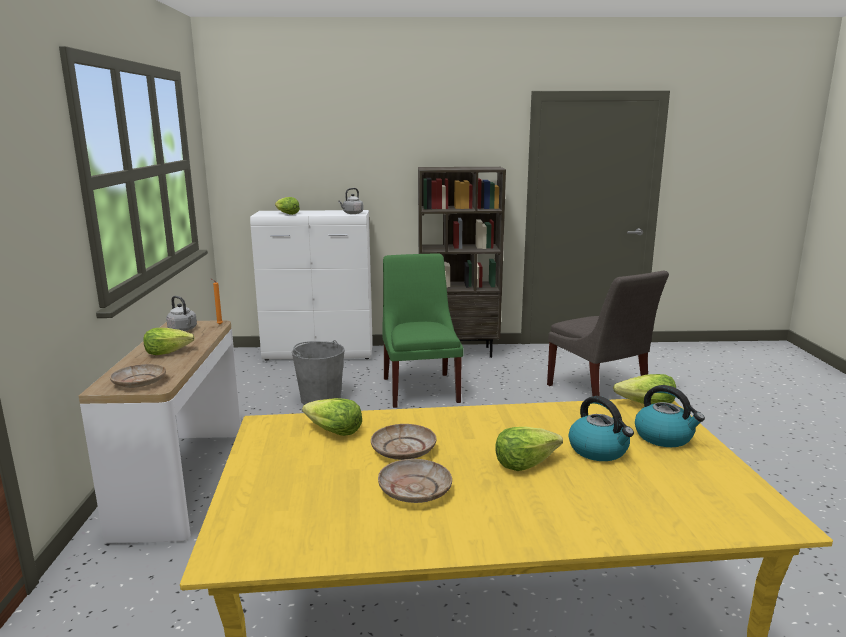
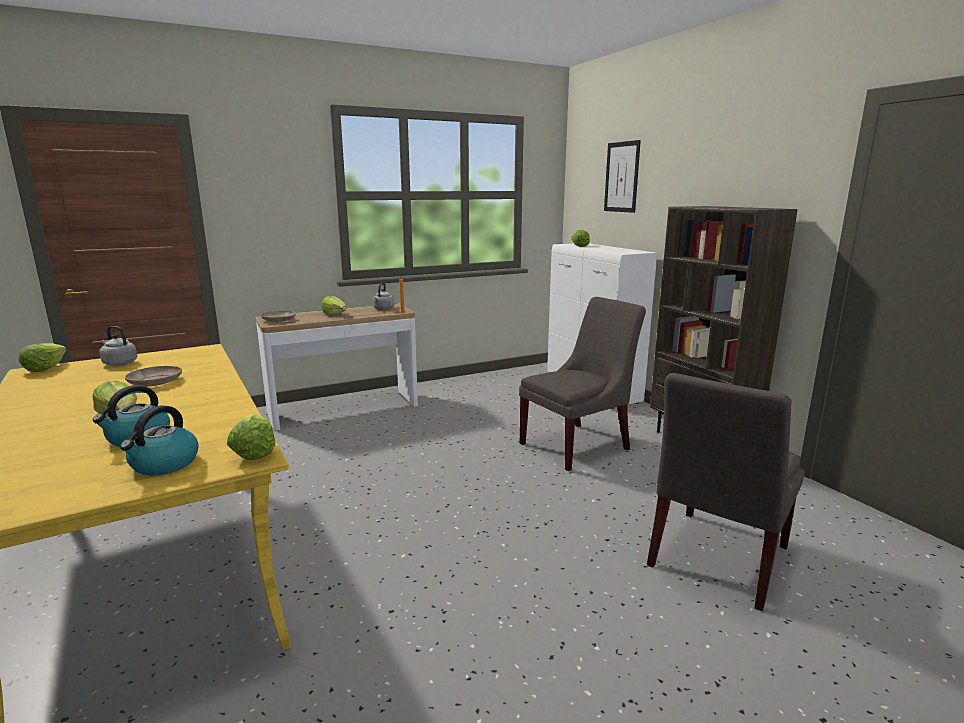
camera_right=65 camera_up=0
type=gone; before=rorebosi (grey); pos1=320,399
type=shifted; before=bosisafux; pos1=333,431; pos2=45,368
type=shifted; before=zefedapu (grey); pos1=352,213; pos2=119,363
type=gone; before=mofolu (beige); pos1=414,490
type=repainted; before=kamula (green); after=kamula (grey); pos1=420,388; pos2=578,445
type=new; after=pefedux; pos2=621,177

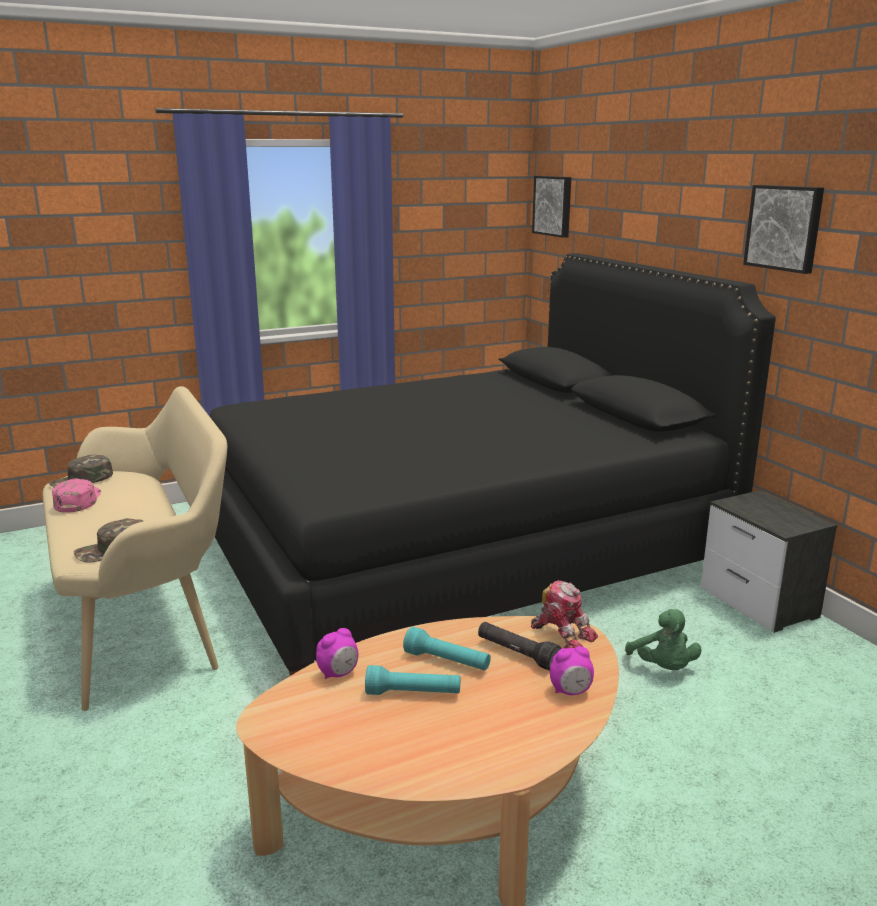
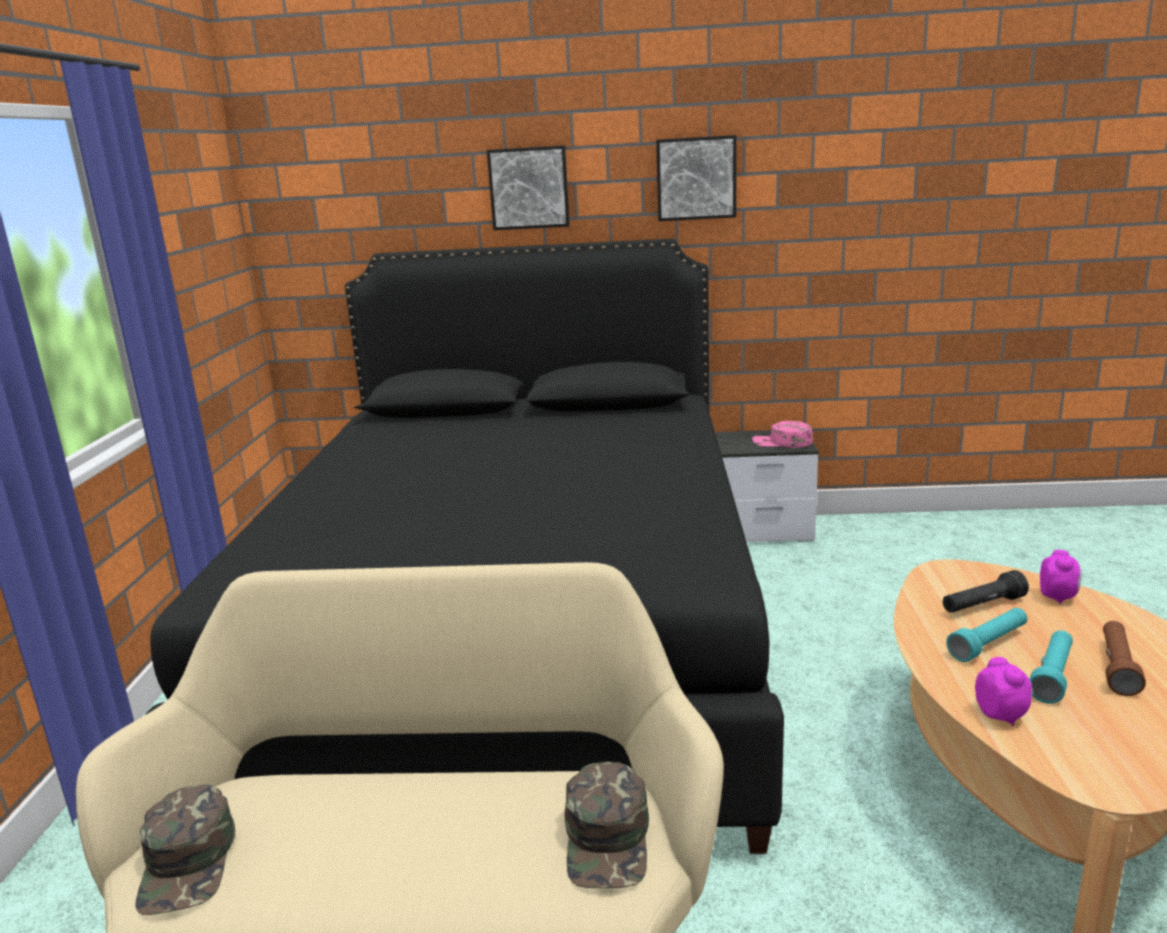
camera_right=-60 camera_up=0
type=shifted; before=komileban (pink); pos1=77,501; pos2=782,442
type=gone; before=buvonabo; pos1=563,635
type=shifted; before=pefedux; pos1=553,206; pos2=529,188
type=gone; before=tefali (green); pos1=663,668
type=new; after=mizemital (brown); pos2=1117,667

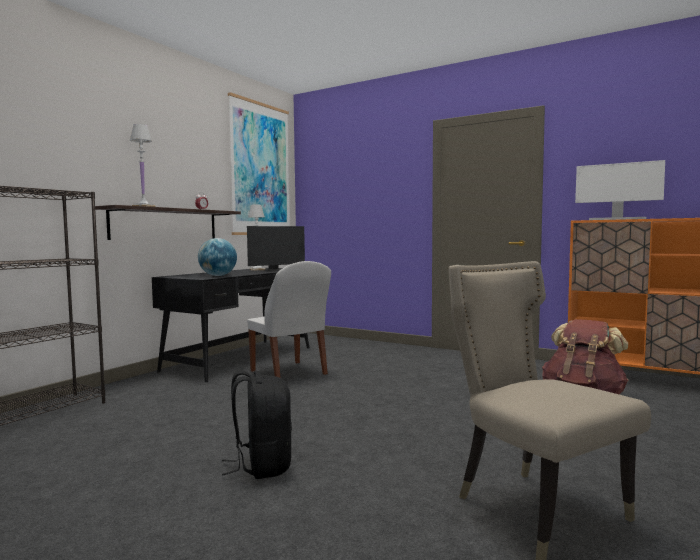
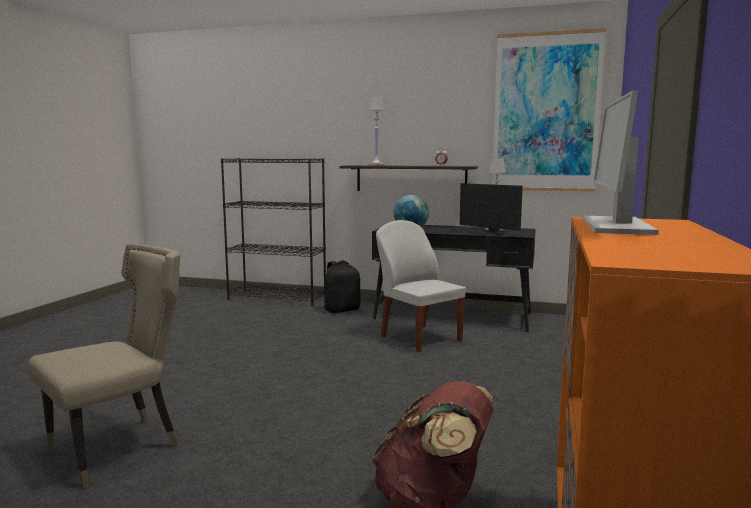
camera_right=75 camera_up=5
type=shifted; before=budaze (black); pos1=261,465; pos2=342,310
type=rotated; before=kamula (white); pos1=289,373; pos2=419,338; turn=105

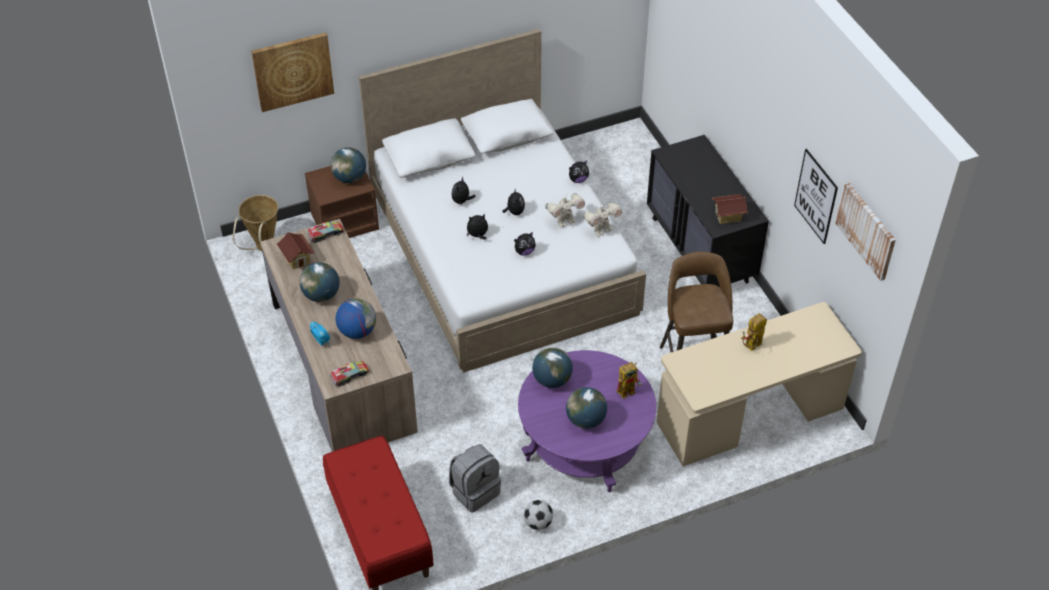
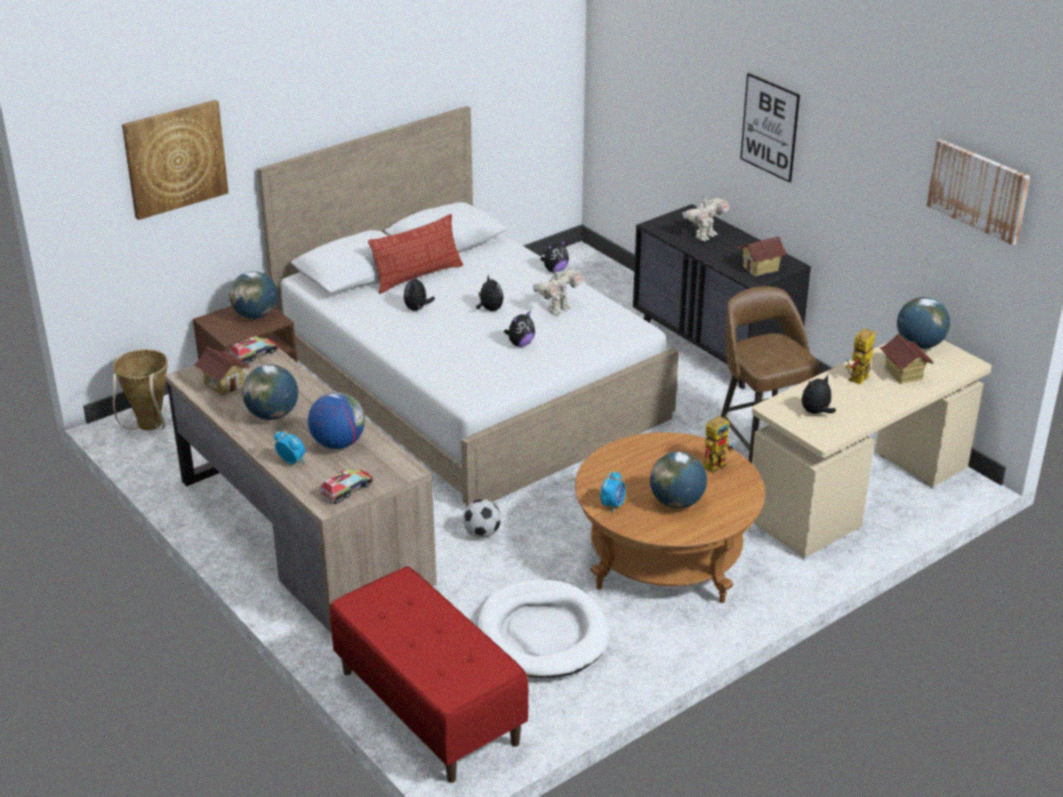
camera_right=-15 camera_up=-15
type=swapped; before=budaze (grey); after=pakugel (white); pos1=475,490; pos2=542,634
type=shifted; before=tefali; pos1=478,235; pos2=816,412
type=repainted; before=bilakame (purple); after=bilakame (brown); pos1=585,442; pos2=665,556
type=shifted; before=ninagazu; pos1=538,523; pos2=482,534
type=shifted; before=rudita; pos1=552,380; pos2=920,345
type=shifted; before=buvonabo; pos1=601,230; pos2=704,236
type=shifted; before=pefedux; pos1=816,196; pos2=769,127
type=new; after=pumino; pos2=417,276
type=new; after=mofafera; pos2=612,505
type=new; after=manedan; pos2=903,374

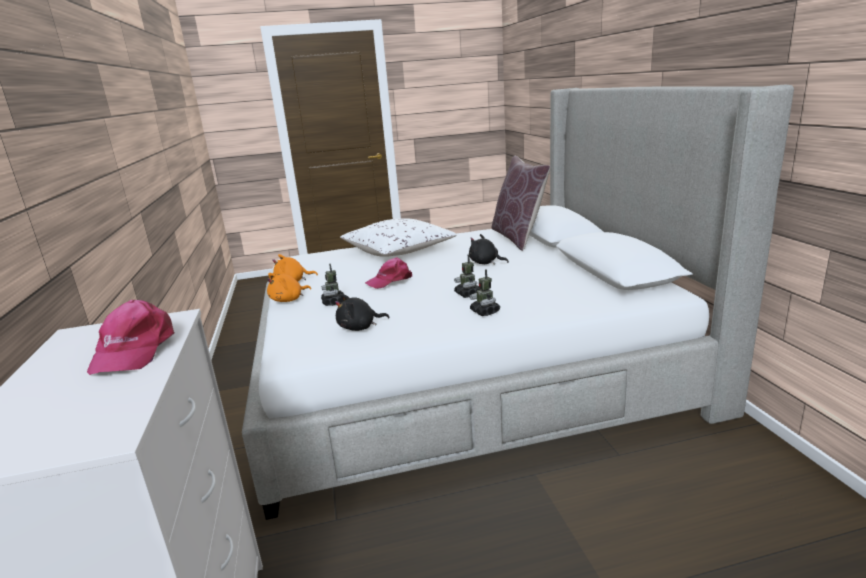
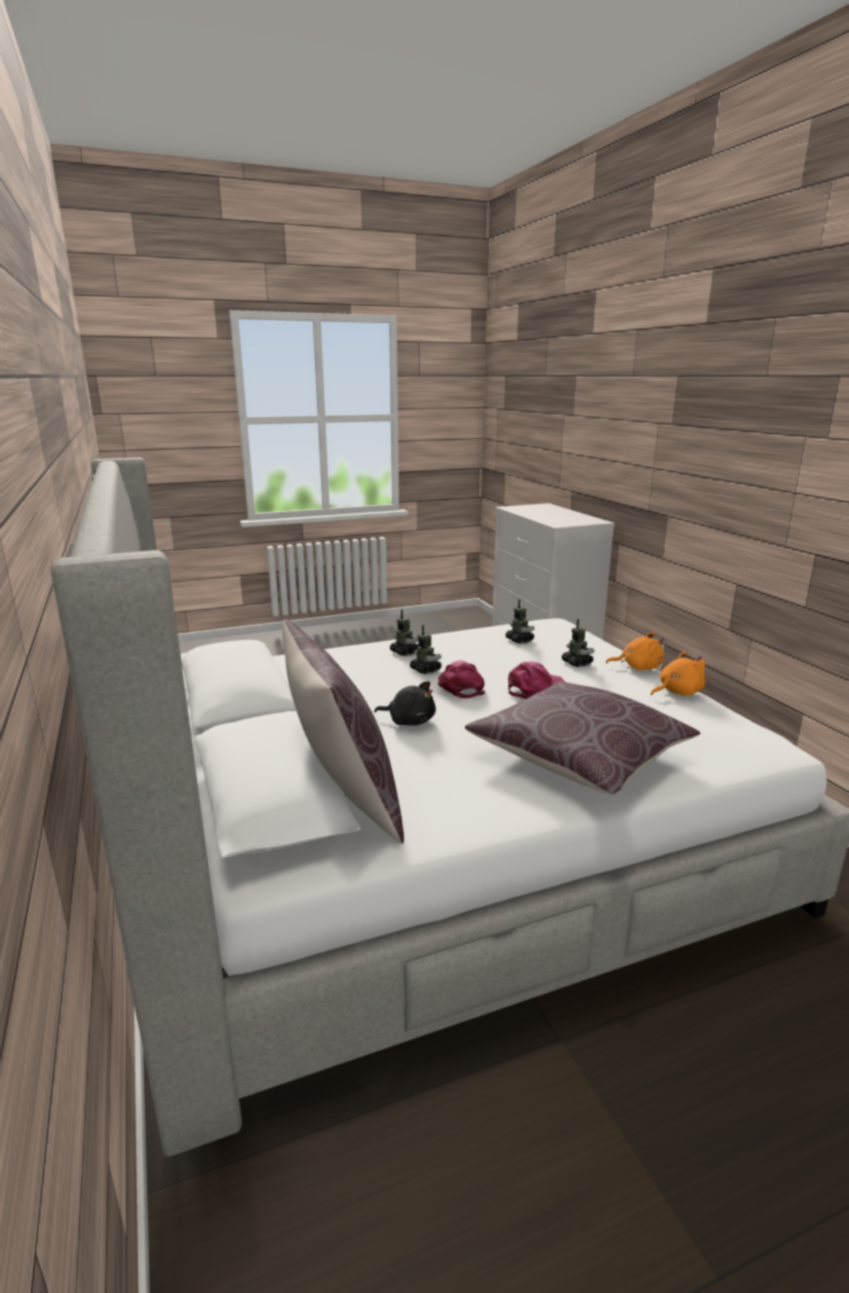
camera_right=170 camera_up=0
type=shifted; before=komileban (pink); pos1=134,350; pos2=460,686
type=rotated; before=tefali (orange); pos1=288,300; pos2=638,667; turn=60
type=swapped; before=tefali (black); after=buvonabo; pos1=359,327; pos2=519,640
type=repainted; before=pumino (white); after=pumino (brown); pos1=398,251; pos2=579,757

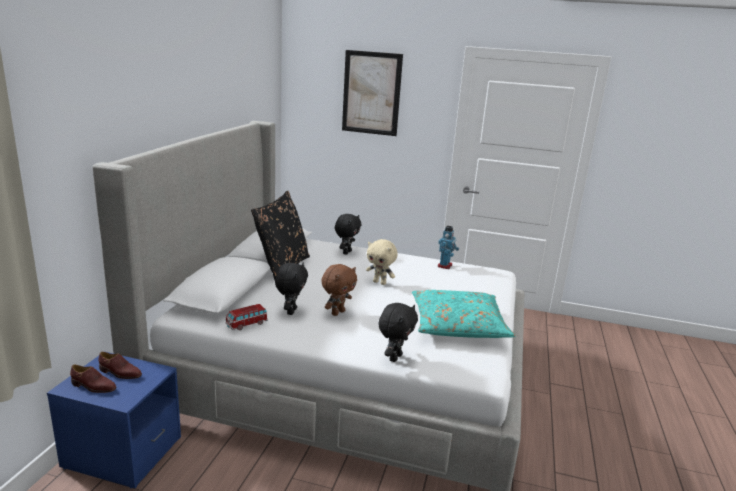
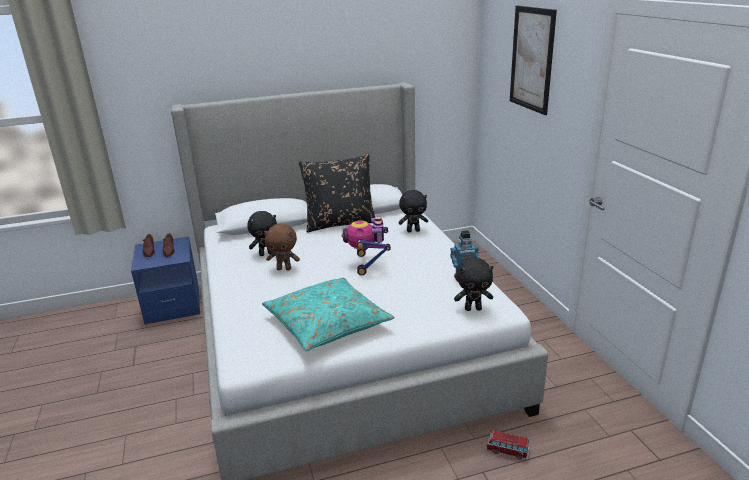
camera_right=60 camera_up=5
type=shifted; before=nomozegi; pos1=247,324; pos2=507,451
type=swapped; before=tefali (beige); after=buvonabo; pos1=380,282; pos2=368,264
type=shifted; before=tefali (black); pos1=394,357; pos2=473,308

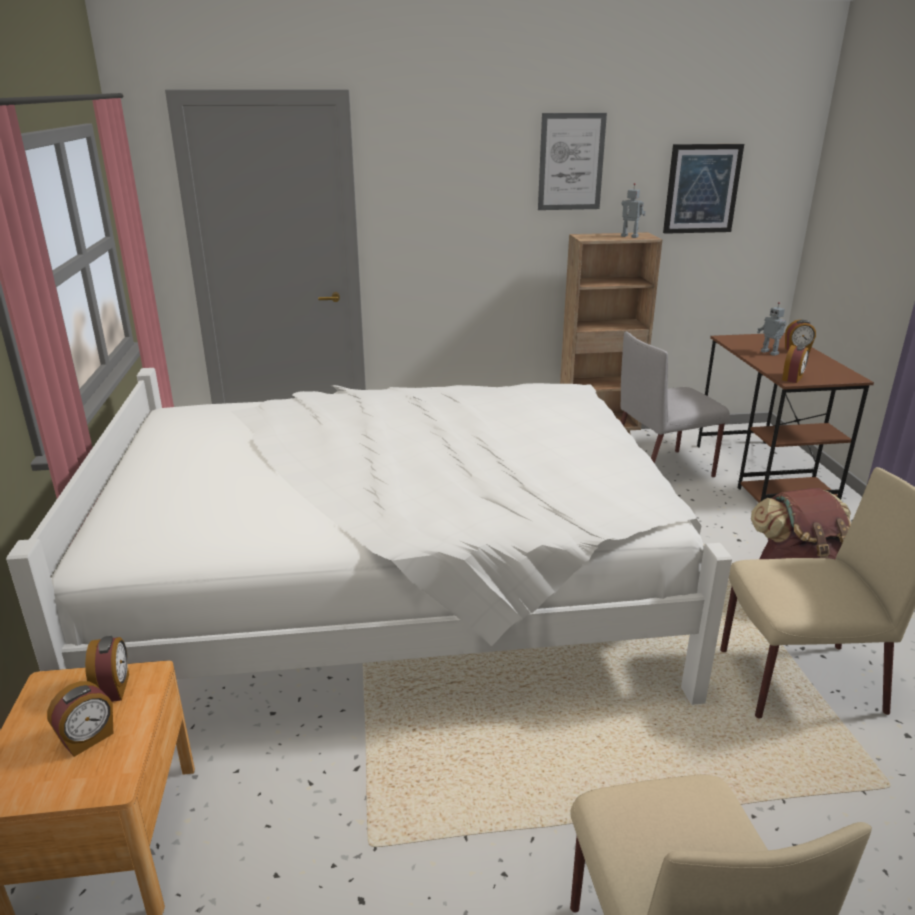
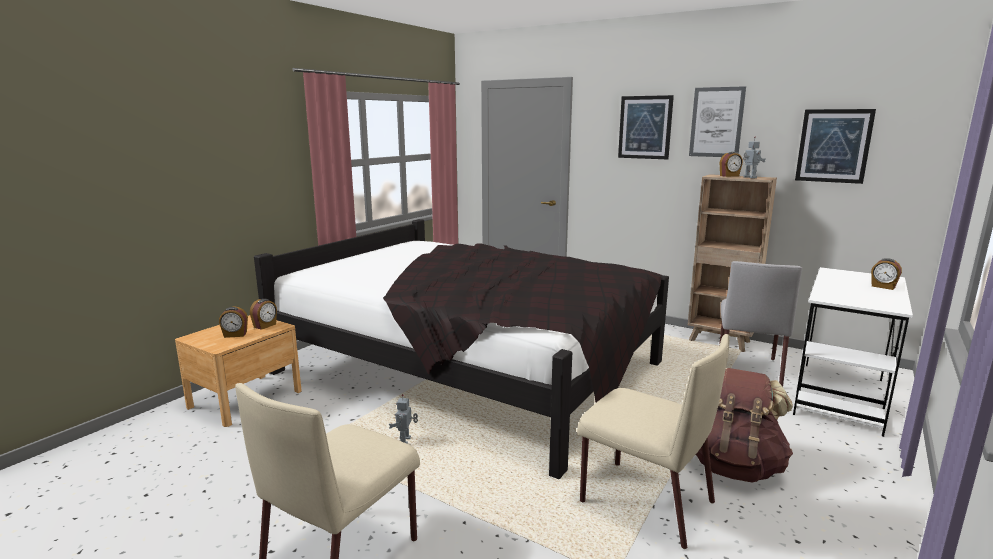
camera_right=40 camera_up=-10
type=repainted; before=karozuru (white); after=karozuru (black); pos1=394,593; pos2=472,367
type=rotated; before=kamula (grey); pos1=662,470; pos2=748,368; turn=-90
type=repainted; before=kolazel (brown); after=kolazel (white); pos1=763,474; pos2=840,396
type=shifted; before=buvonabo; pos1=770,353; pos2=406,442
type=shifted; before=mofafera; pos1=792,378; pos2=729,176
type=new; after=pefedux; pos2=645,127

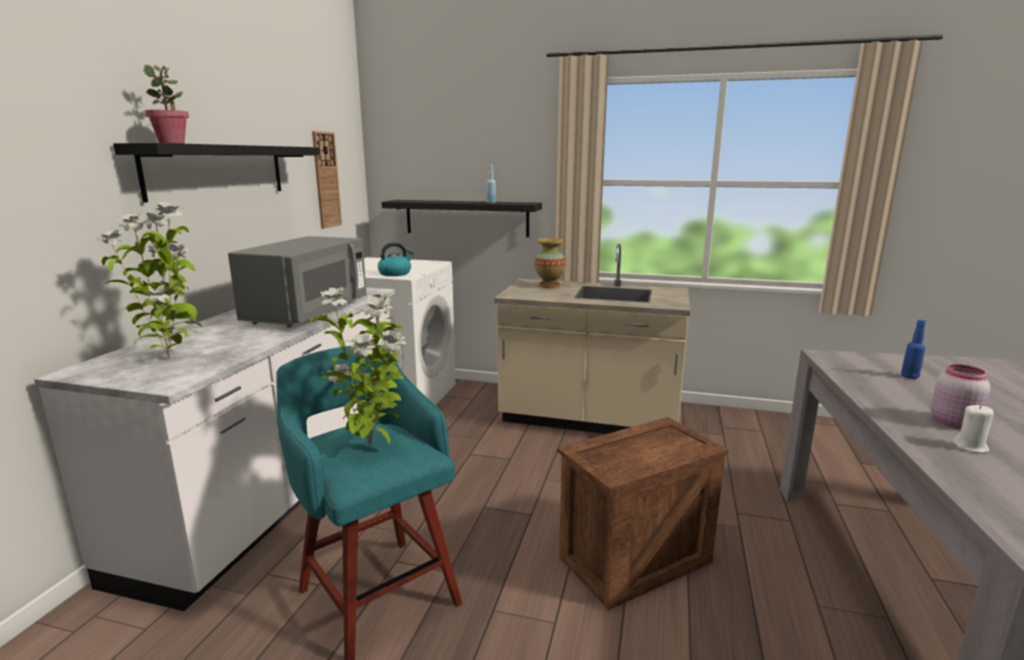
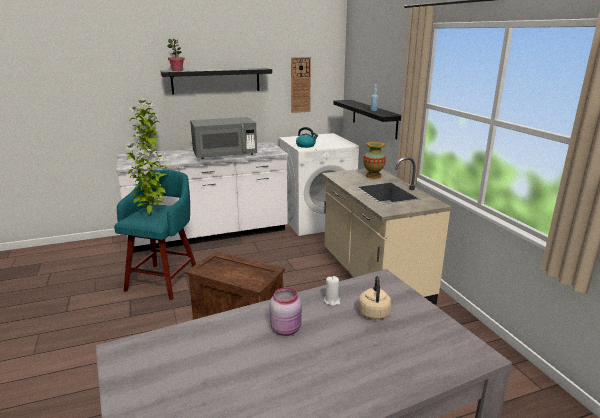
camera_right=55 camera_up=5
type=swapped; before=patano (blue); after=zefedapu (beige); pos1=909,376; pos2=373,312
type=shifted; before=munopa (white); pos1=970,447; pos2=332,301

